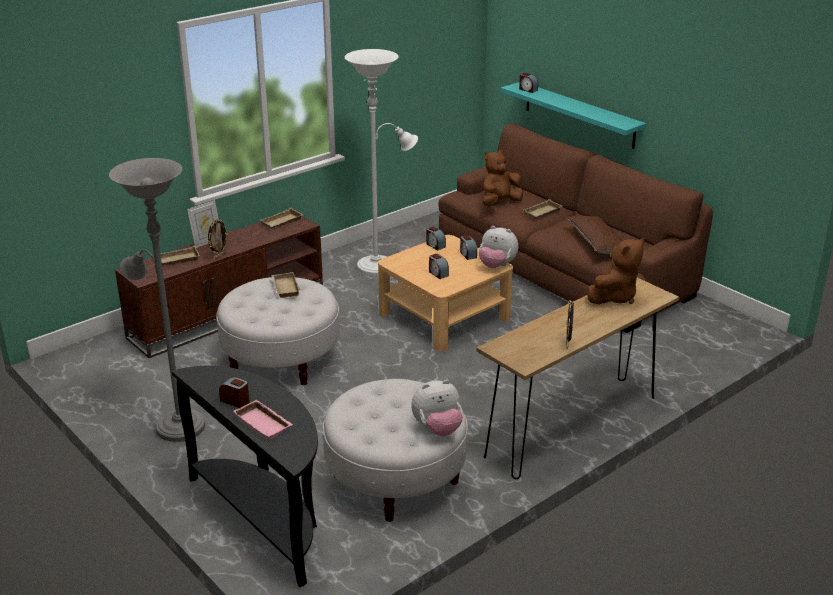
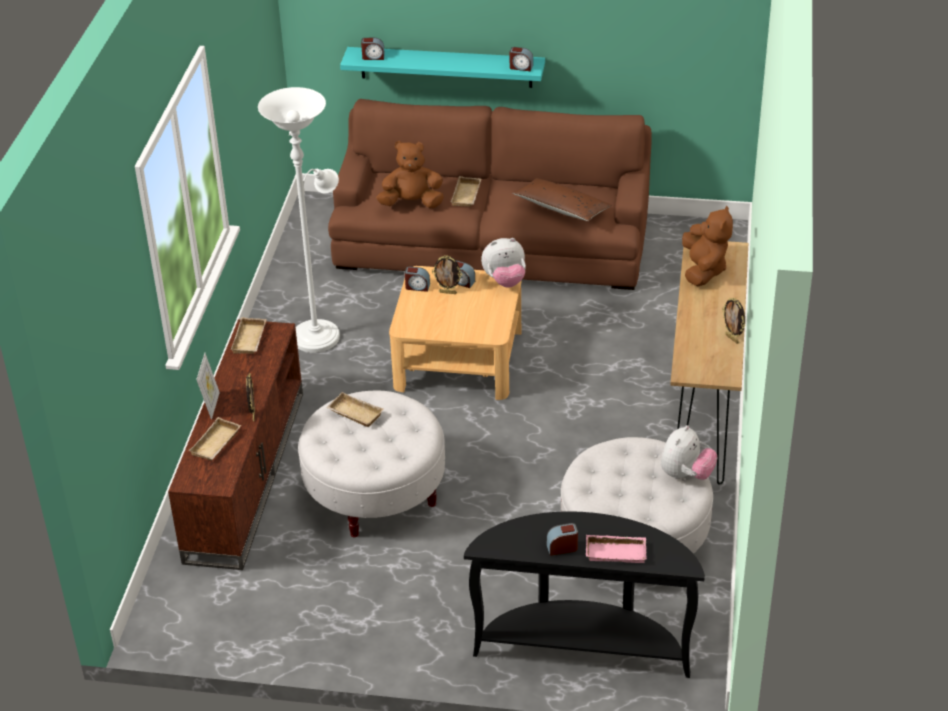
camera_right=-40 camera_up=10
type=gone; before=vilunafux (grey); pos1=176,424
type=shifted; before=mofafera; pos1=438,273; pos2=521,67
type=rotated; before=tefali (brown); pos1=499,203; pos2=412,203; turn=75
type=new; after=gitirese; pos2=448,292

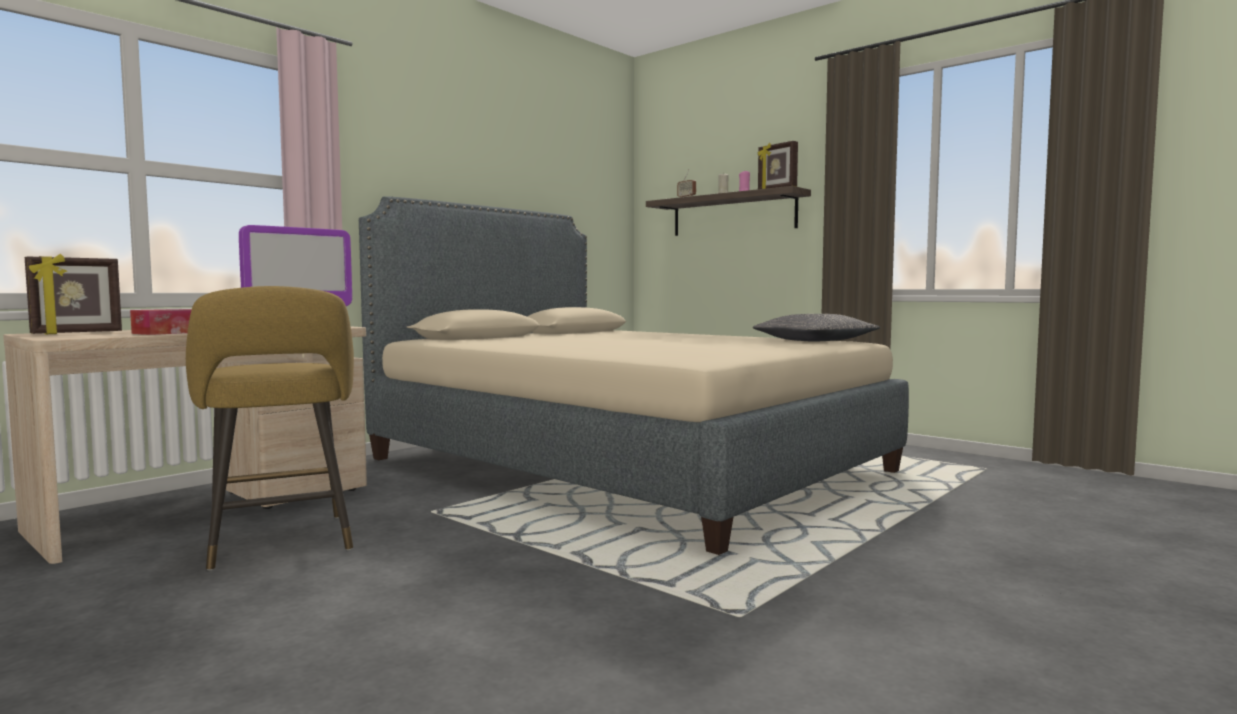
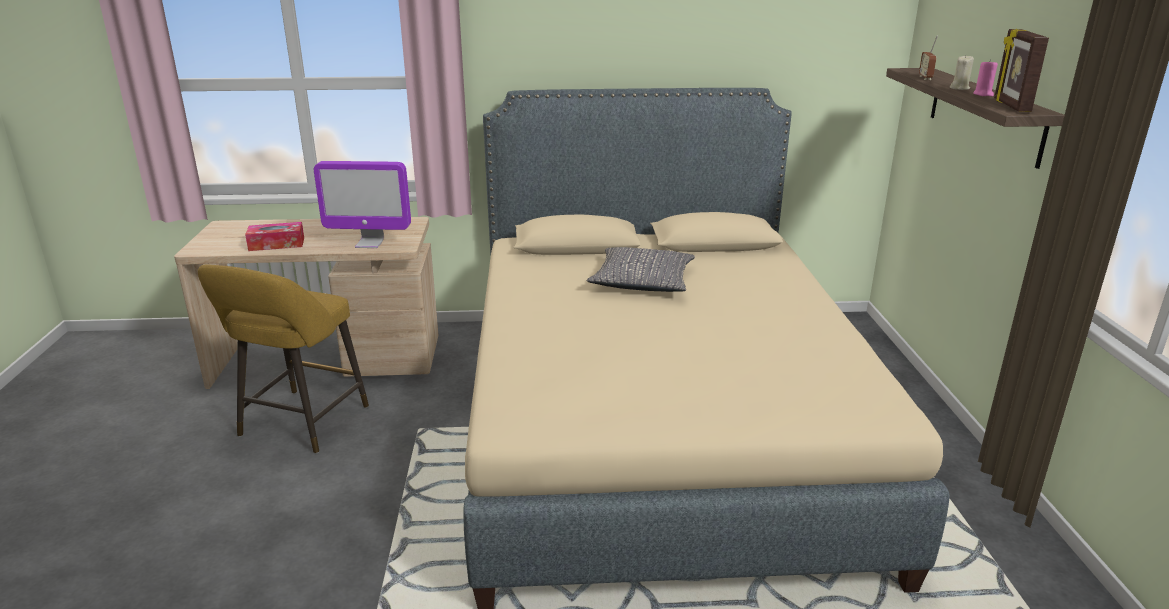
camera_right=45 camera_up=20
type=gone; before=gitirese; pos1=77,333
type=shifted; before=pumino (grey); pos1=814,340; pos2=642,281

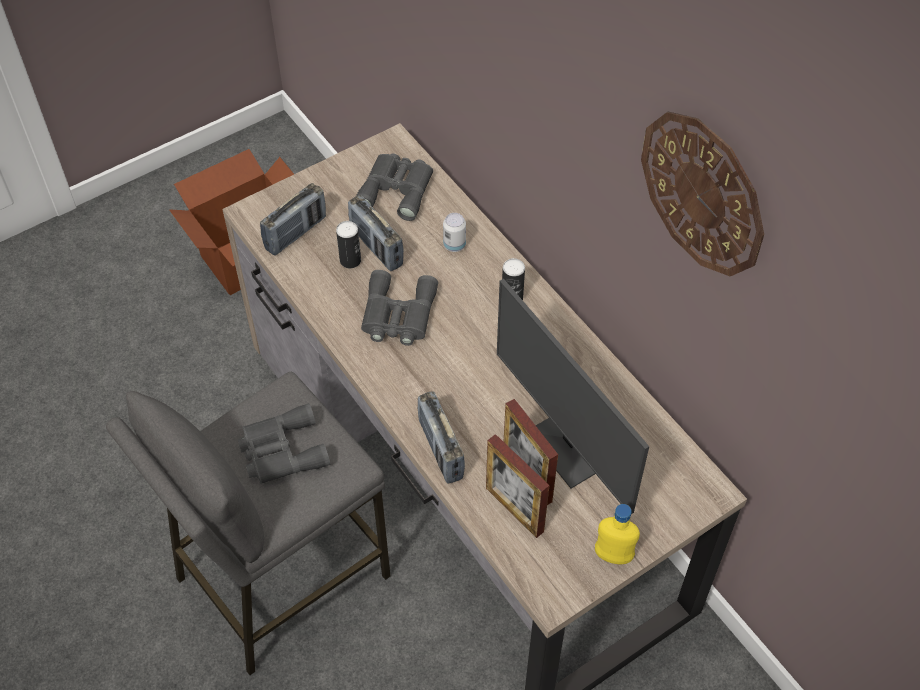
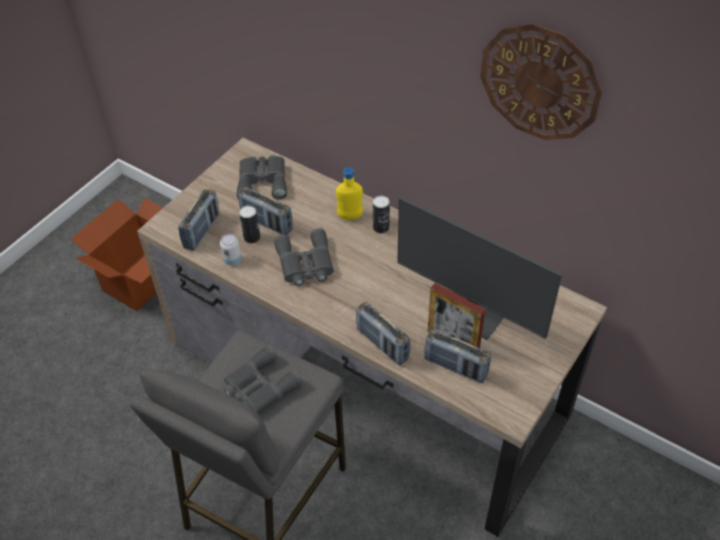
camera_right=-20 camera_up=-5
type=shifted; before=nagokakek; pos1=454,245; pos2=232,260
type=swapped; before=gitirese; after=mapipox; pos1=514,509; pos2=455,367
type=shifted; before=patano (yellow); pos1=613,556; pos2=350,216

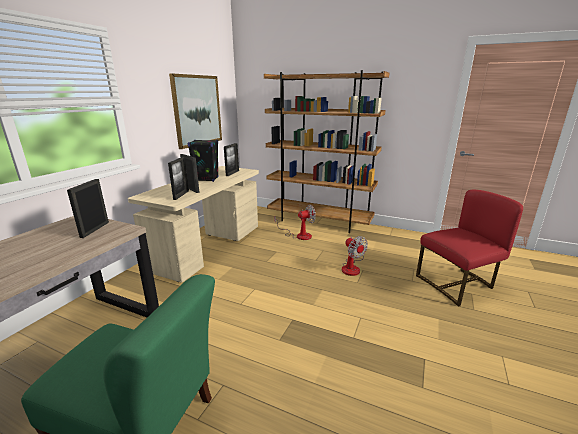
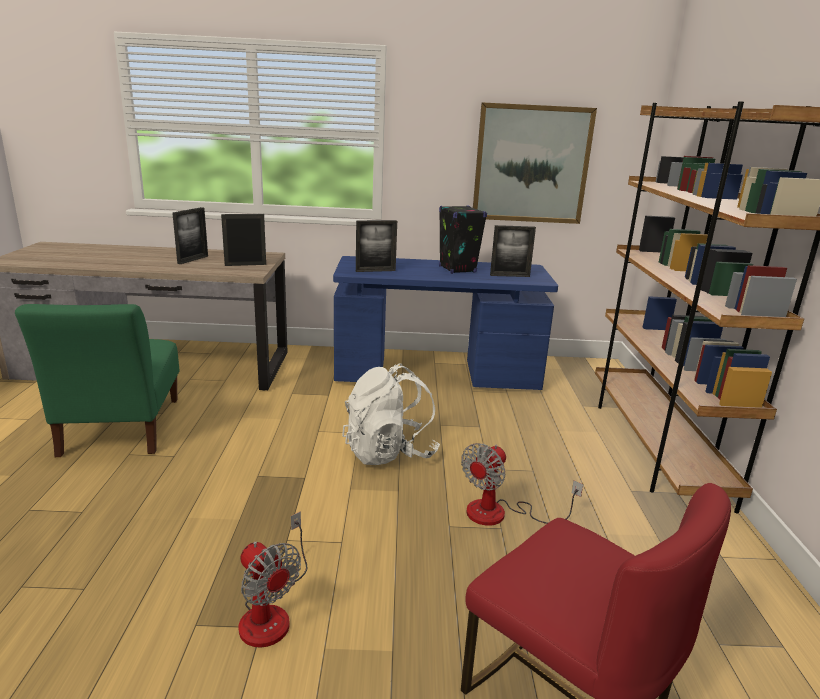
camera_right=65 camera_up=0
type=repainted; before=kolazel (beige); after=kolazel (blue); pos1=209,247; pos2=436,375
type=shifted; before=gitirese; pos1=191,189; pos2=193,260
type=shifted; before=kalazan; pos1=299,235; pos2=271,612
type=new; after=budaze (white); pos2=389,452

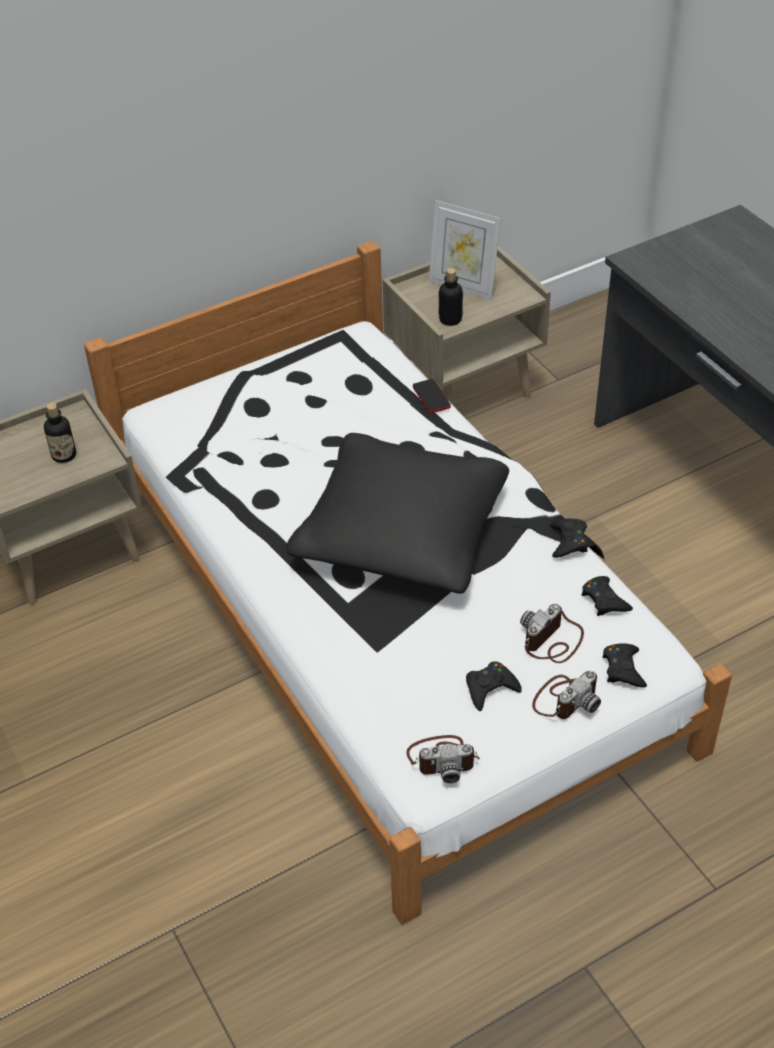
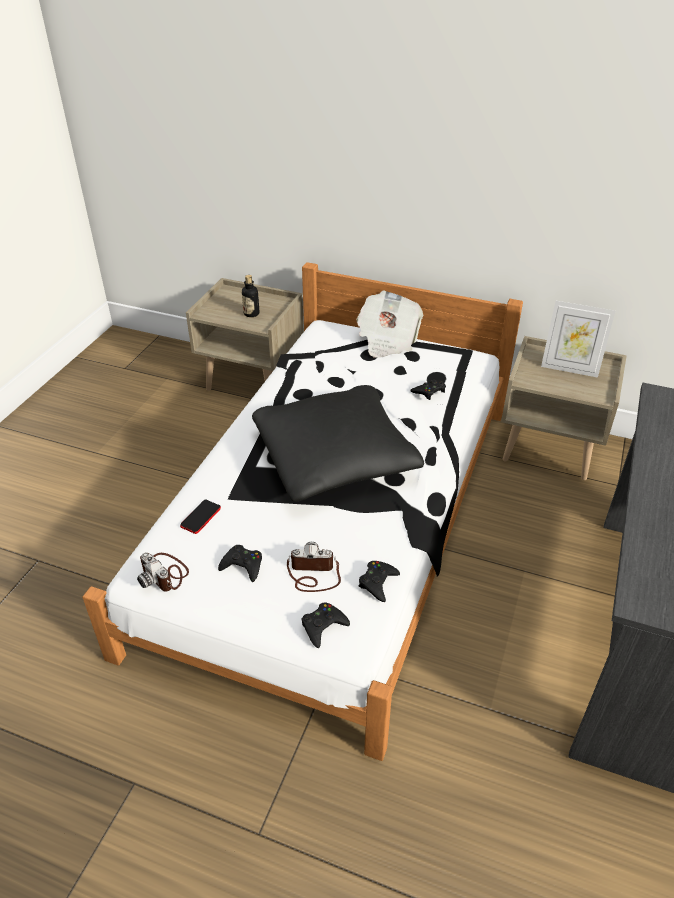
camera_right=50 camera_up=-5
type=shifted; before=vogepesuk; pos1=431,397; pos2=200,517
type=rotated; before=gitirese; pos1=463,287; pos2=569,368; turn=-60
type=gone; before=patano; pos1=450,319
type=gone; before=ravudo; pos1=565,698
type=shifted; before=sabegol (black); pos1=568,541; pos2=429,391
type=new; after=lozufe; pos2=387,340

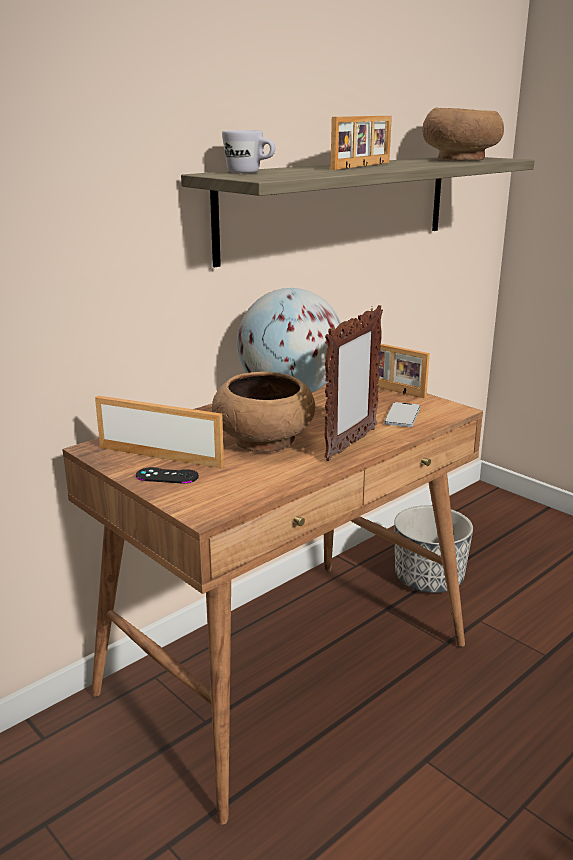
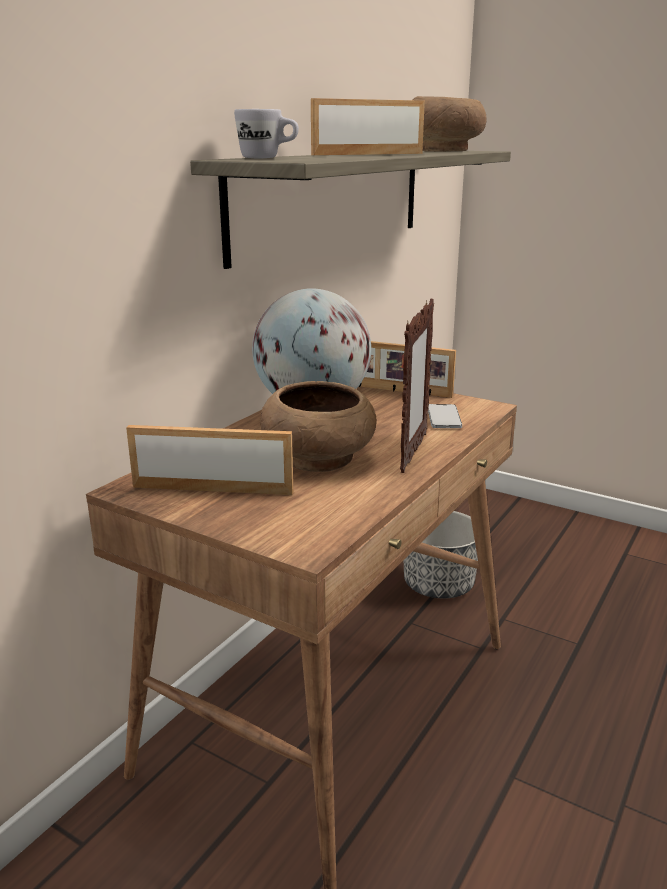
camera_right=-15 camera_up=0
type=gone; before=sabegol (black); pos1=167,476
type=rotated; before=gitirese; pos1=363,166; pos2=367,154; turn=-135

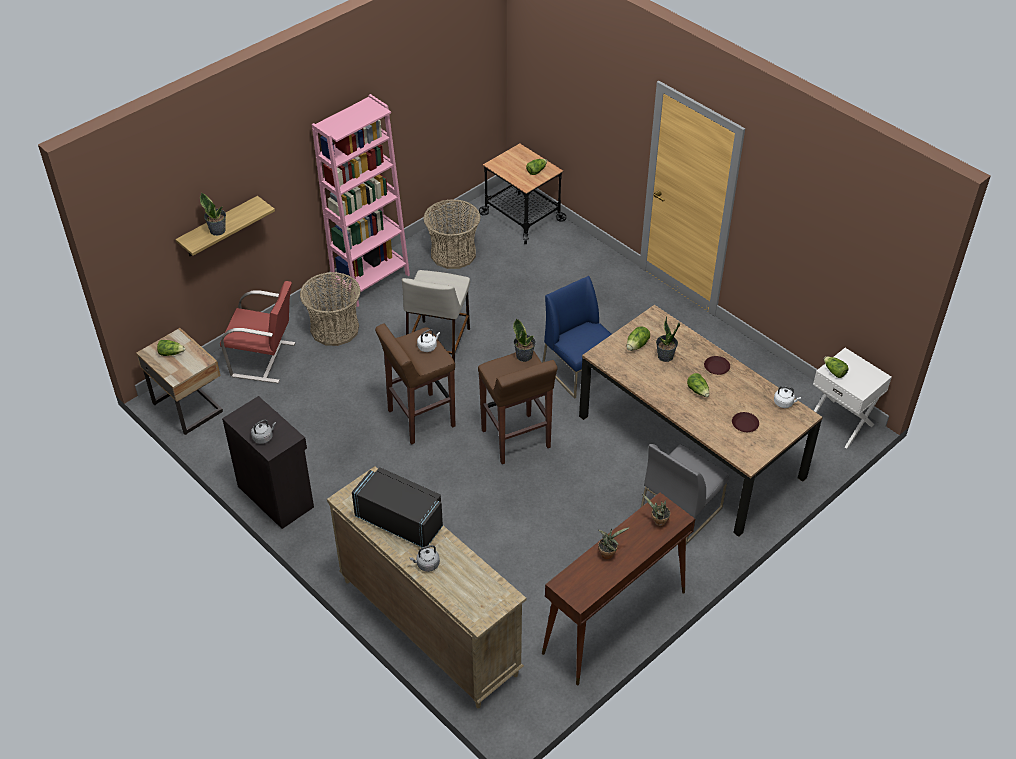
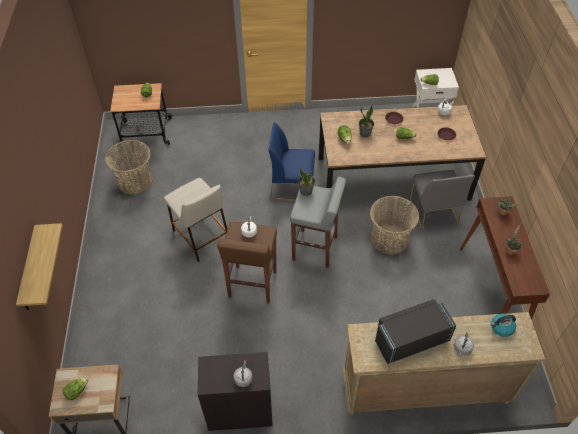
camera_right=-50 camera_up=5
type=gone; before=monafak; pos1=218,230
type=gone; before=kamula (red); pos1=264,360
type=shifted; before=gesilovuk; pos1=335,329; pos2=389,239
type=gone; before=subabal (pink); pos1=371,281
type=repainted; before=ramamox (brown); after=ramamox (grey); pos1=516,440; pos2=315,249
type=new; after=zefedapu; pos2=501,328

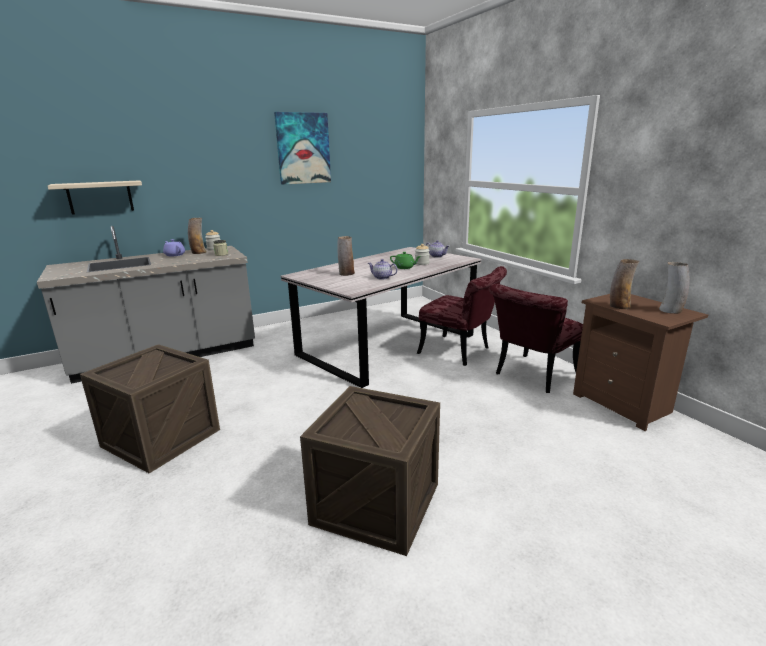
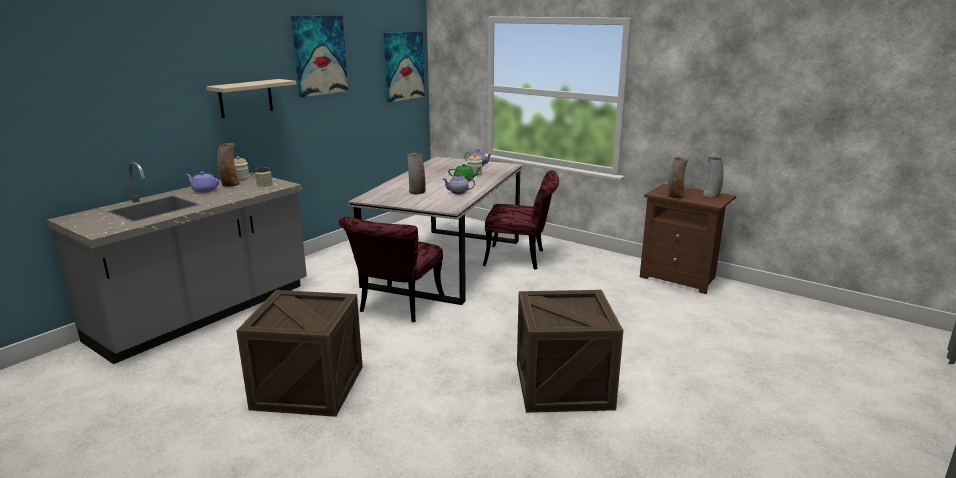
camera_right=-25 camera_up=0
type=shifted; before=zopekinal; pos1=100,197; pos2=246,98
type=shifted; before=kamula (red); pos1=531,376; pos2=397,308
type=new; after=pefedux; pos2=403,66

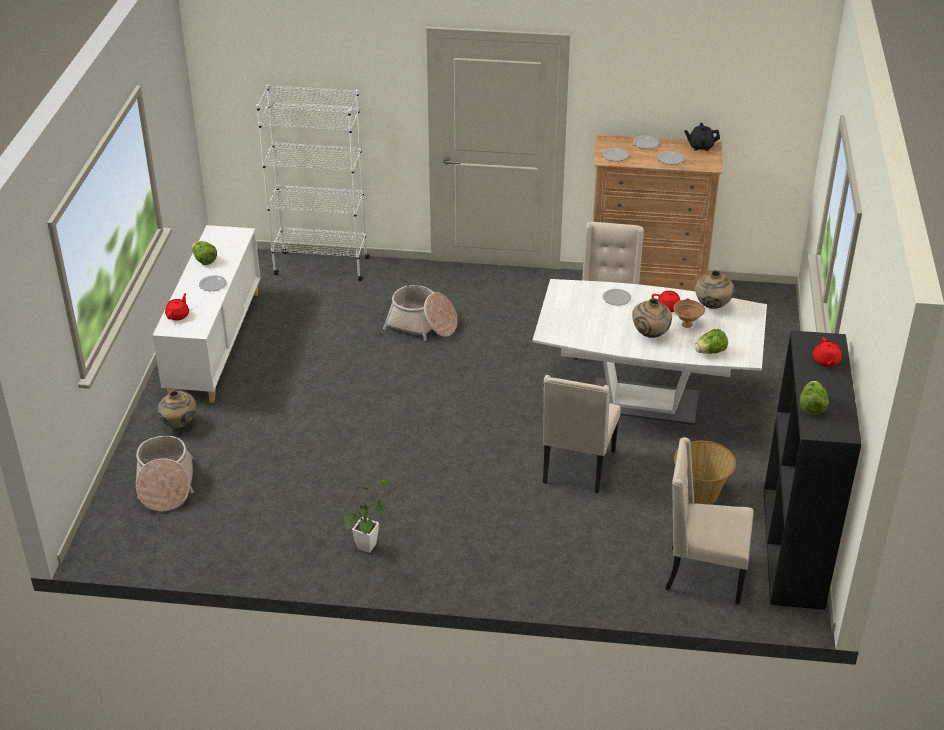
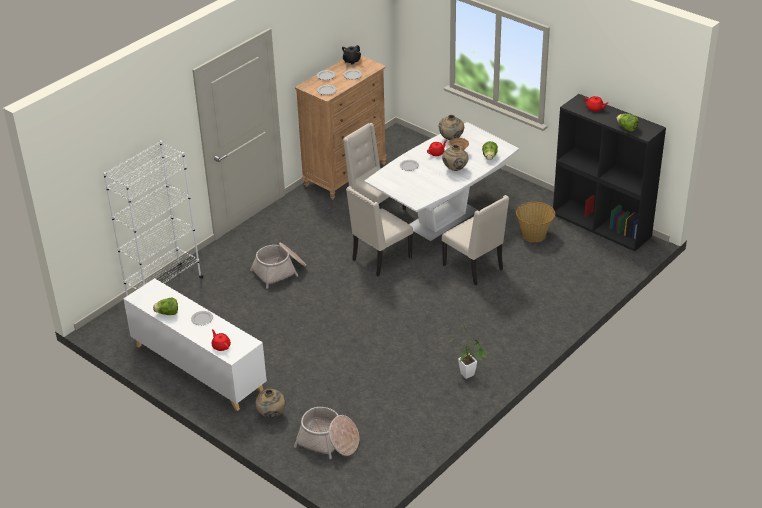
camera_right=-55 camera_up=0
type=shifted; before=kamula (beige); pos1=702,574; pos2=380,259

